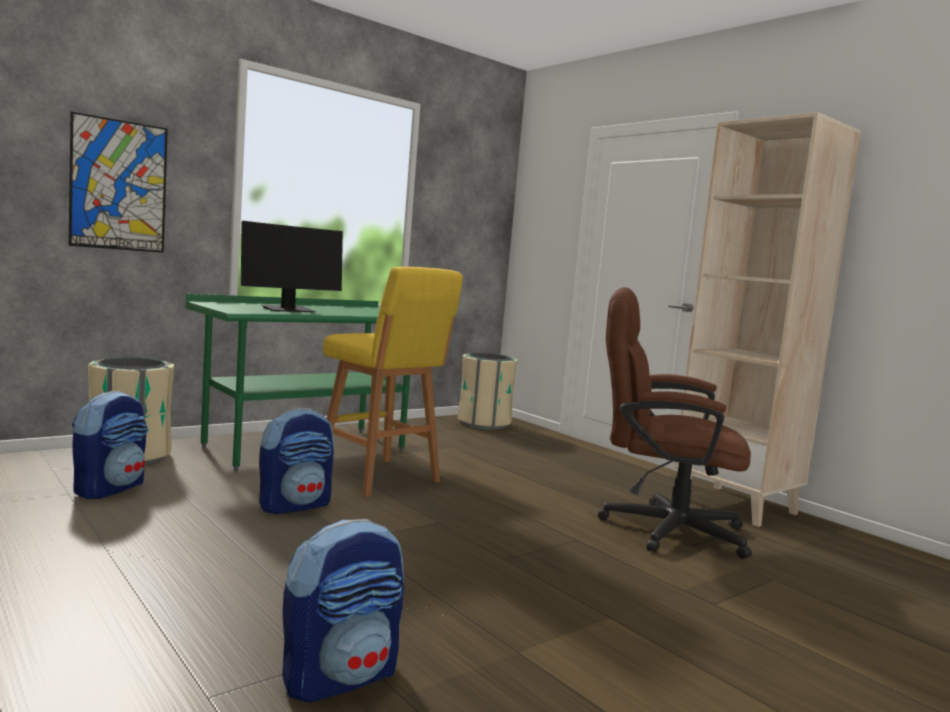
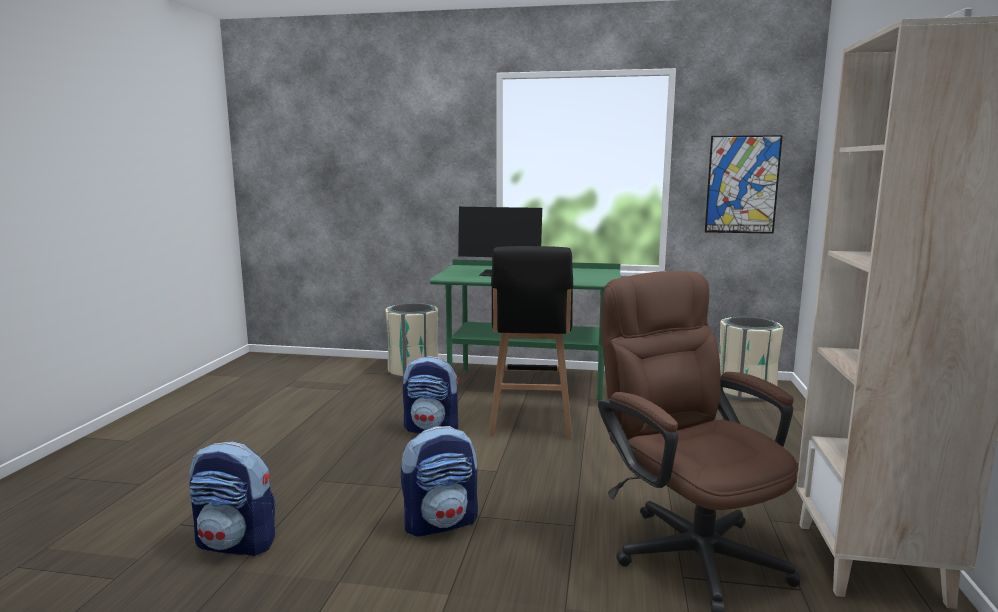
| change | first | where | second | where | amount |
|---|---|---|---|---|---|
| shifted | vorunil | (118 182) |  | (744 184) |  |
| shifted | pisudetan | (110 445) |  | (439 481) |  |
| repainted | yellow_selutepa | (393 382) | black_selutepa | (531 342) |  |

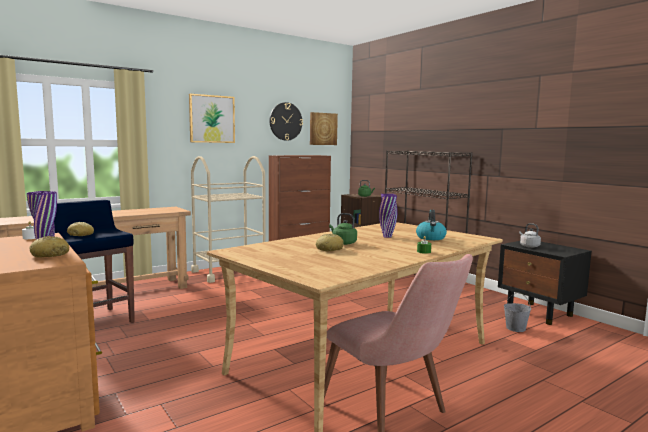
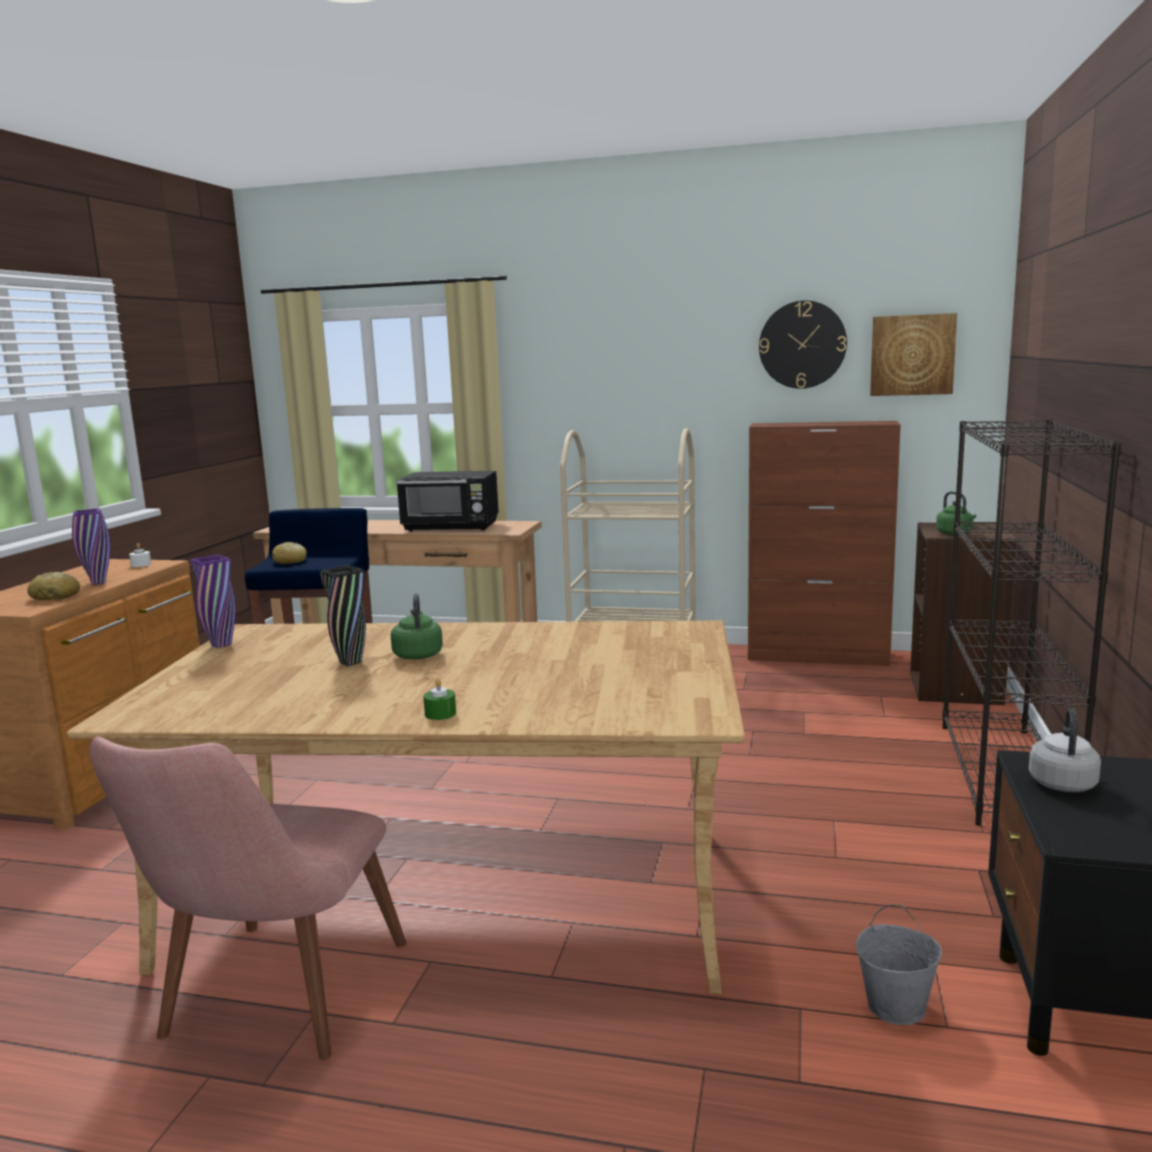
| change | first | where | second | where | amount |
|---|---|---|---|---|---|
| gone | vorunil | (212 118) |  |  |  |
| gone | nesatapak | (431 225) |  |  |  |
| new |  |  | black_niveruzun | (447 501) |  |
| shifted | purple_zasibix | (388 215) |  | (212 601) |  |
| swapped | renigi | (329 243) | black_zasibix | (343 615) |  |

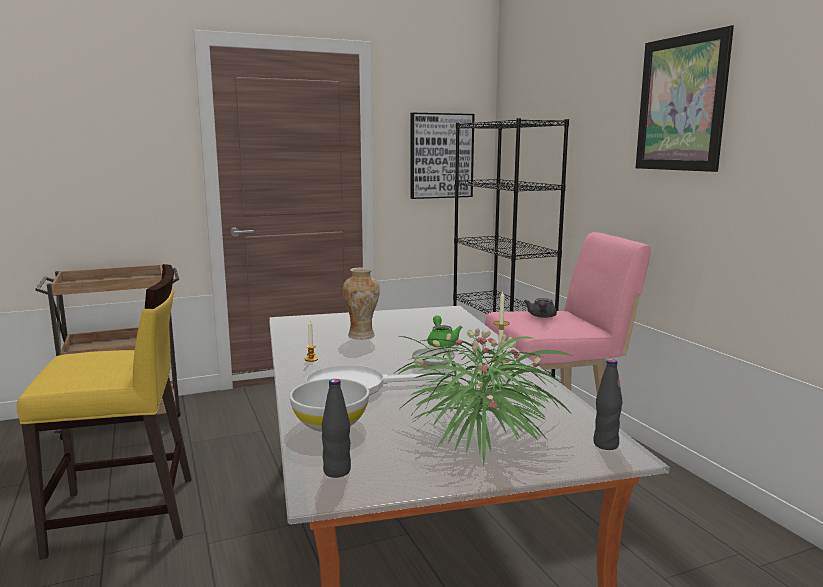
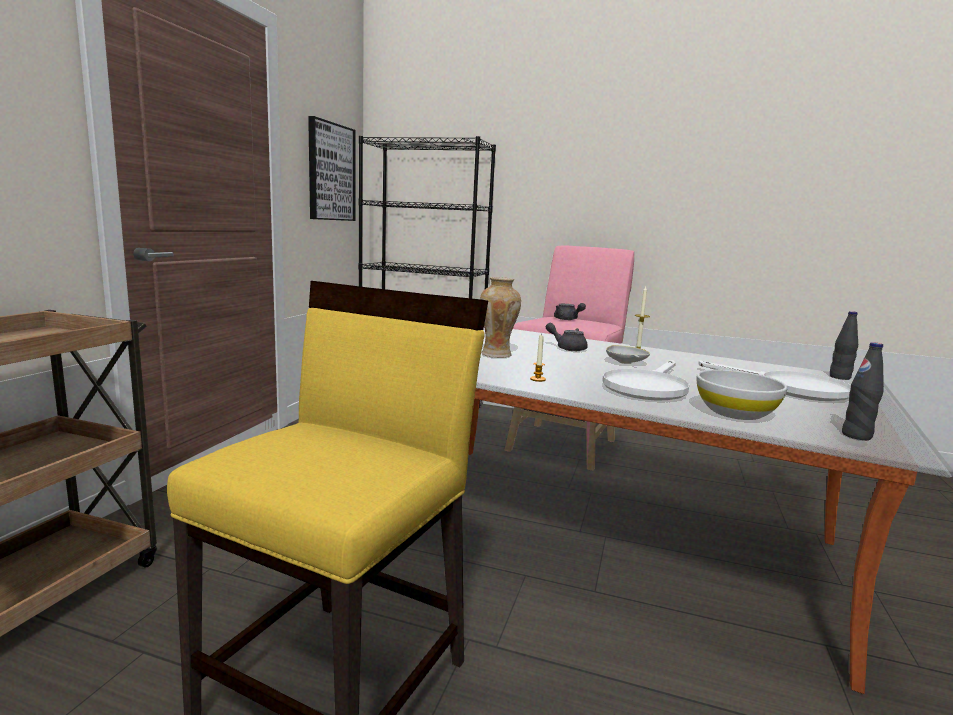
| change | first | where | second | where | amount |
|---|---|---|---|---|---|
| gone | vorunil | (685 98) |  |  |  |
| swapped | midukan | (482 396) | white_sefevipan | (775 380) |  |
| repainted | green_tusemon | (444 331) | grey_tusemon | (567 337) |  |

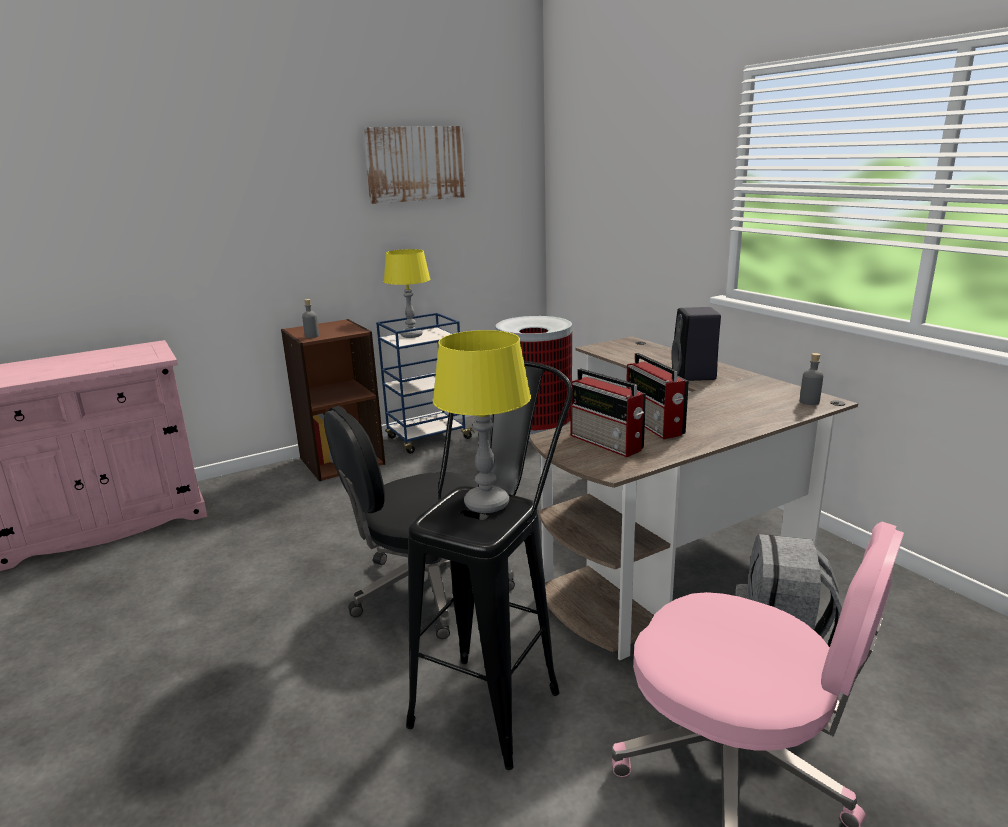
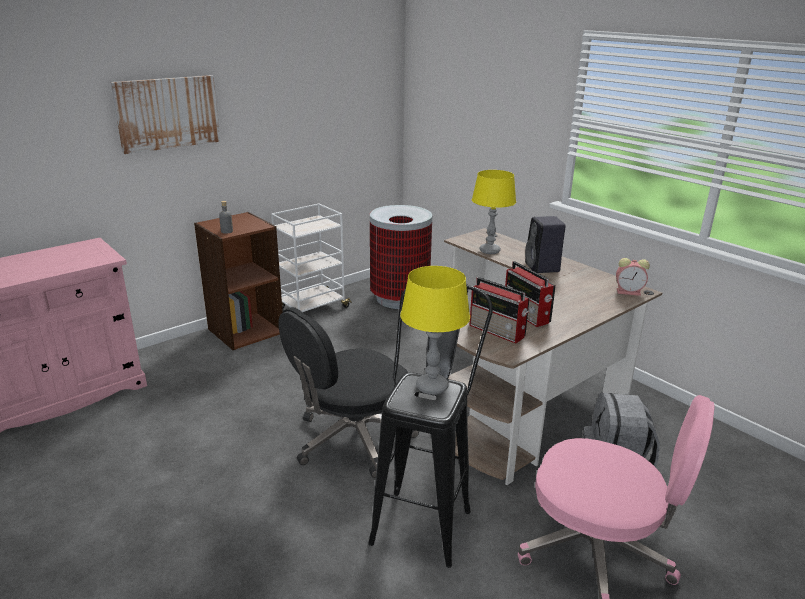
| change | first | where | second | where | amount |
|---|---|---|---|---|---|
| shifted | vorunil | (414 165) |  | (165 114) |  |
| shifted | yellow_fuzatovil | (407 293) |  | (494 212) |  |
| swapped | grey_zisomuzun | (811 379) | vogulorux | (633 277) |  |
| repainted | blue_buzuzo | (425 383) | white_buzuzo | (311 257) |  |

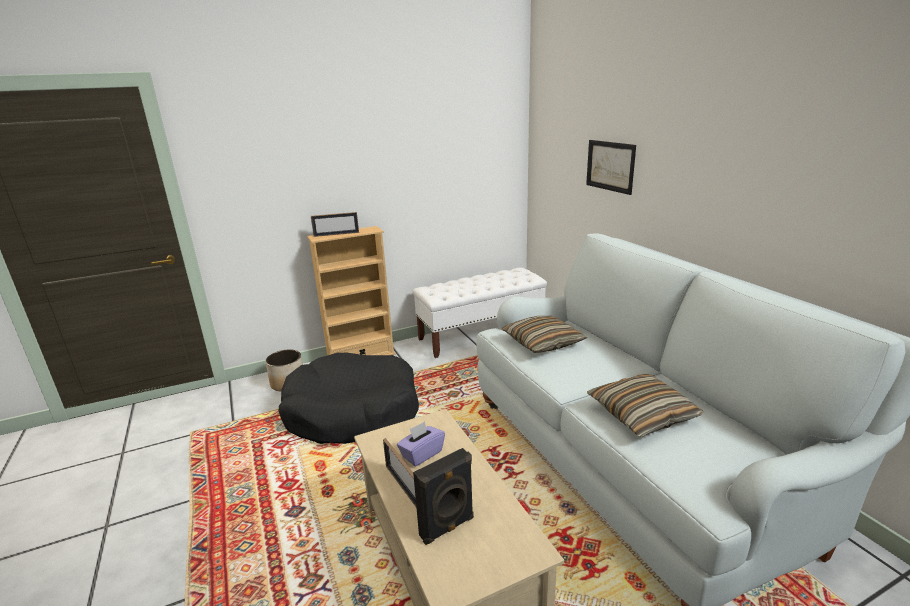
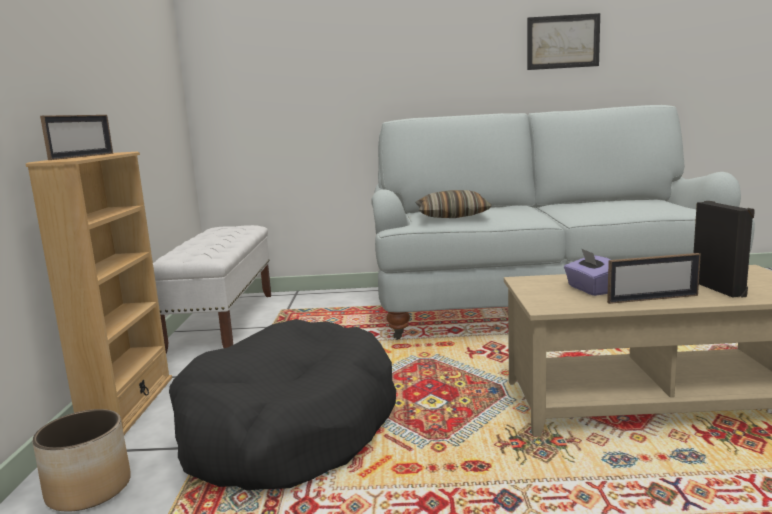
| change | first | where | second | where | amount |
|---|---|---|---|---|---|
| gone | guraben | (645 405) |  |  |  |
| shifted | vorunil | (611 167) |  | (563 41) |  |

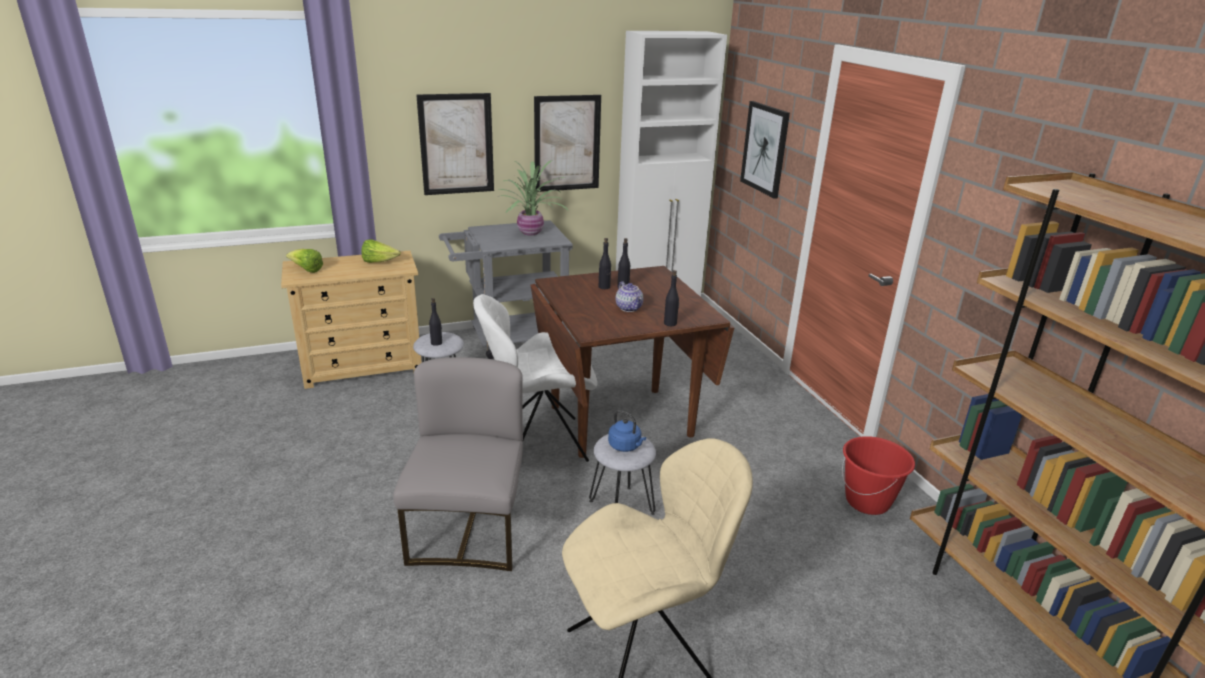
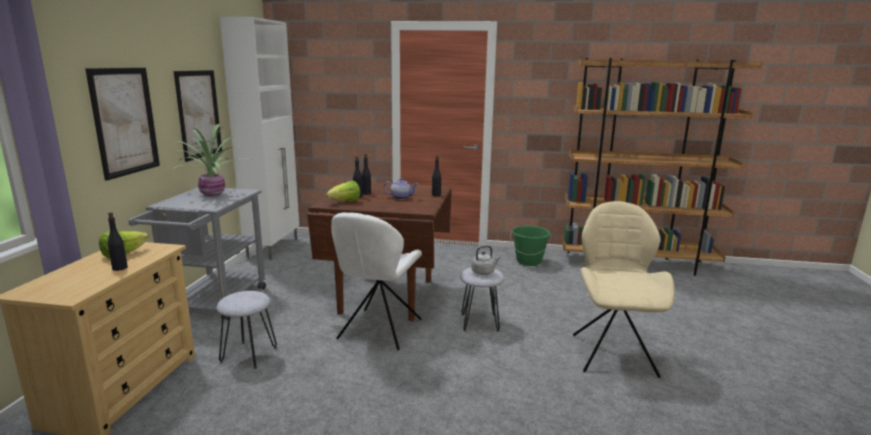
| change | first | where | second | where | amount |
|---|---|---|---|---|---|
| gone | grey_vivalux | (458 464) |  |  |  |
| gone | vorunil | (765 150) |  |  |  |
| shifted | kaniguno | (304 261) |  | (343 191) |  |
| shifted | black_zisomuzun | (435 322) |  | (118 241) |  |
| repainted | blue_nesatapak | (627 431) | grey_nesatapak | (486 260) |  |
| repainted | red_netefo | (878 475) | green_netefo | (530 246) |  |

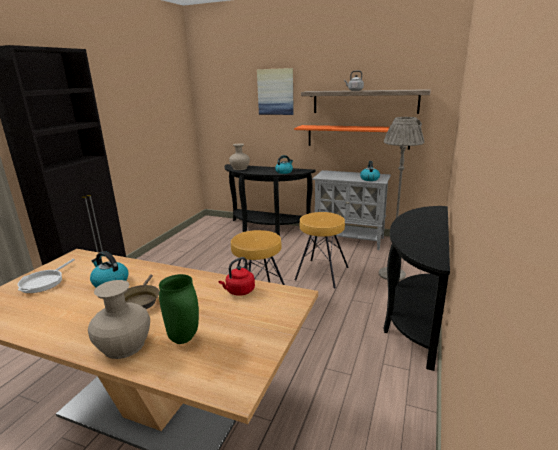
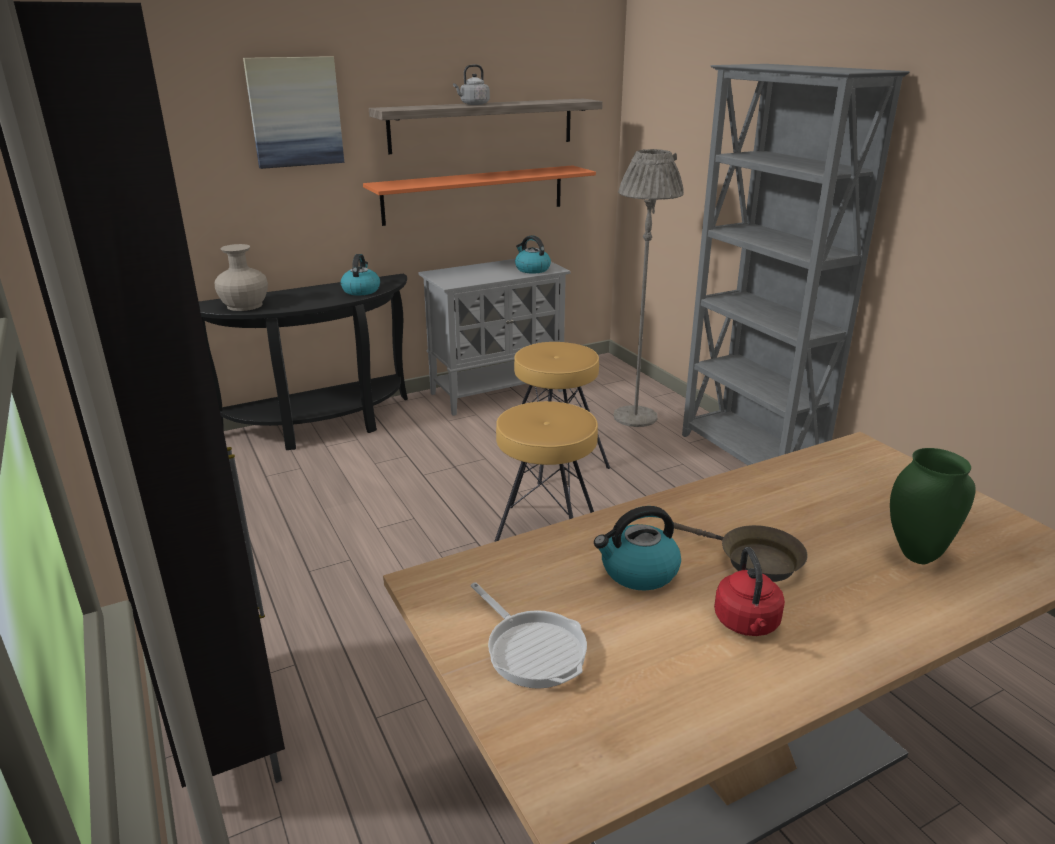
| change | first | where | second | where | amount |
|---|---|---|---|---|---|
| gone | beige_zasibix | (119 319) |  |  |  |
| shifted | red_nesatapak | (237 276) |  | (749 591) |  |
| swapped | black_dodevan | (416 288) | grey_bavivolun | (796 264) |  |

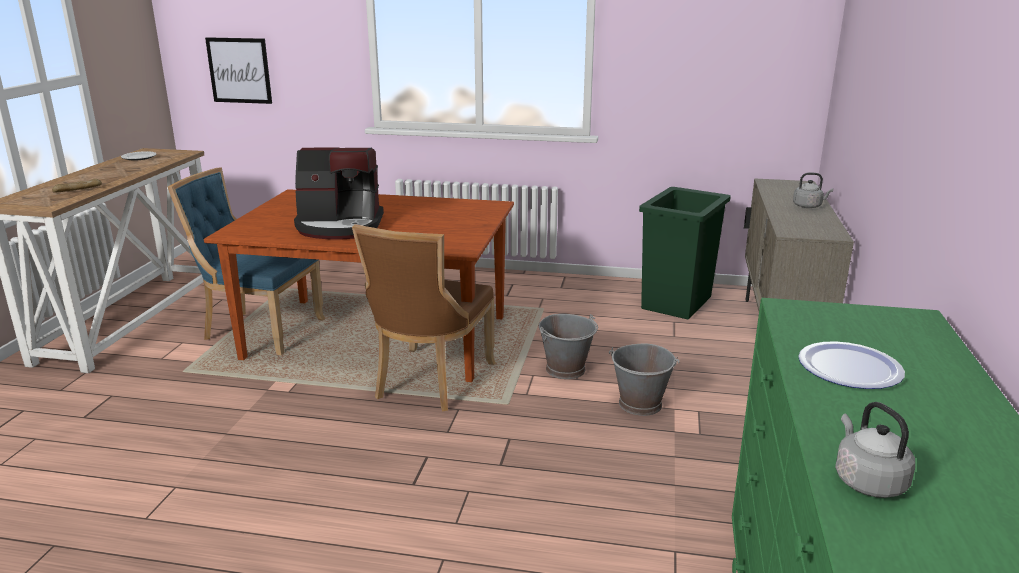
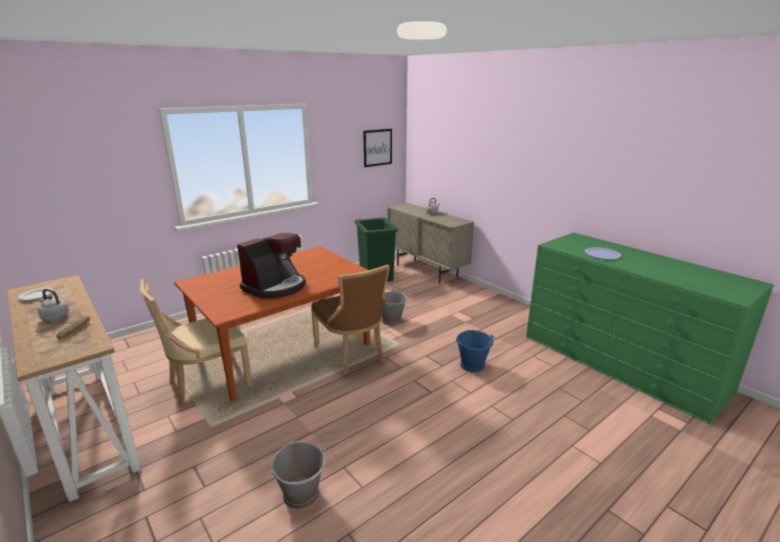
| change | first | where | second | where | amount |
|---|---|---|---|---|---|
| new |  |  | blue_netefo | (475 351) |  |
| shifted | vorunil | (238 70) |  | (377 148) |  |
| shifted | grey_netefo | (644 380) |  | (297 475) |  |
| shifted | grey_nesatapak | (875 450) |  | (53 305) |  |
| repainted | blue_vivalux | (246 261) | beige_vivalux | (196 342) |  |

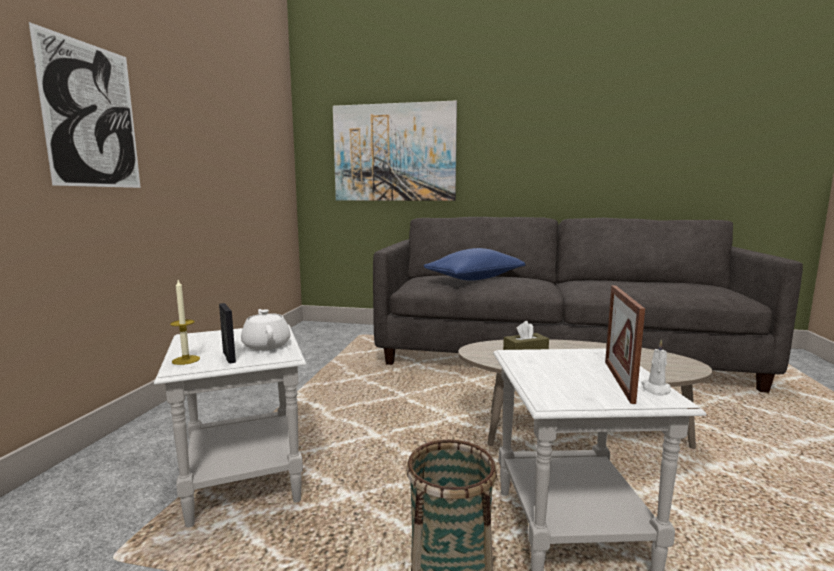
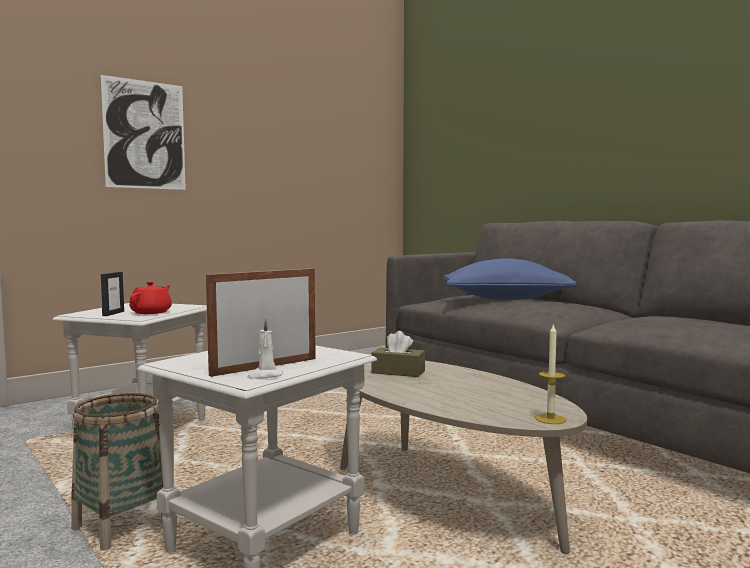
| change | first | where | second | where | amount |
|---|---|---|---|---|---|
| gone | vorunil | (395 151) |  |  |  |
| shifted | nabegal | (185 322) |  | (550 373) |  |
| repainted | white_tusemon | (265 330) | red_tusemon | (150 297) |  |

